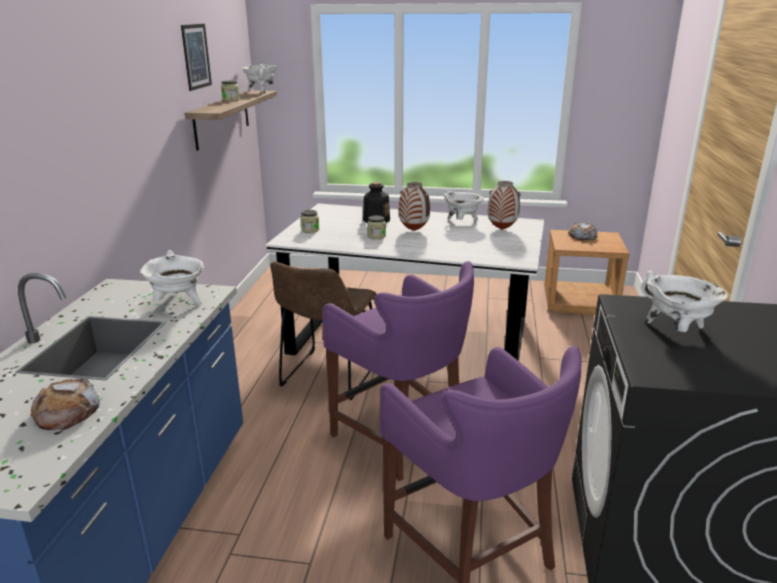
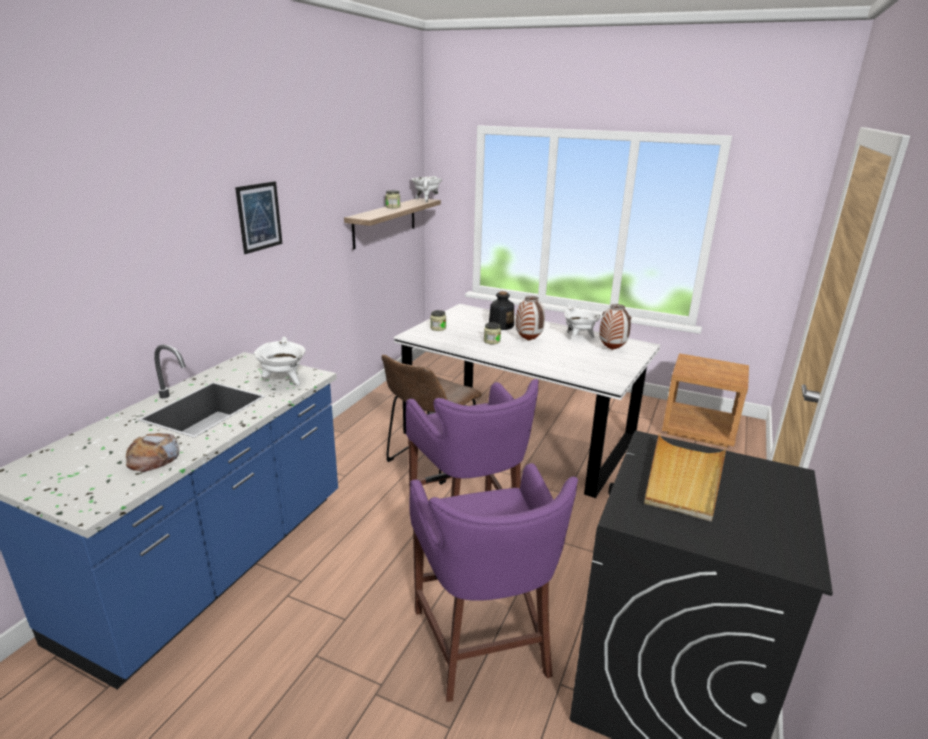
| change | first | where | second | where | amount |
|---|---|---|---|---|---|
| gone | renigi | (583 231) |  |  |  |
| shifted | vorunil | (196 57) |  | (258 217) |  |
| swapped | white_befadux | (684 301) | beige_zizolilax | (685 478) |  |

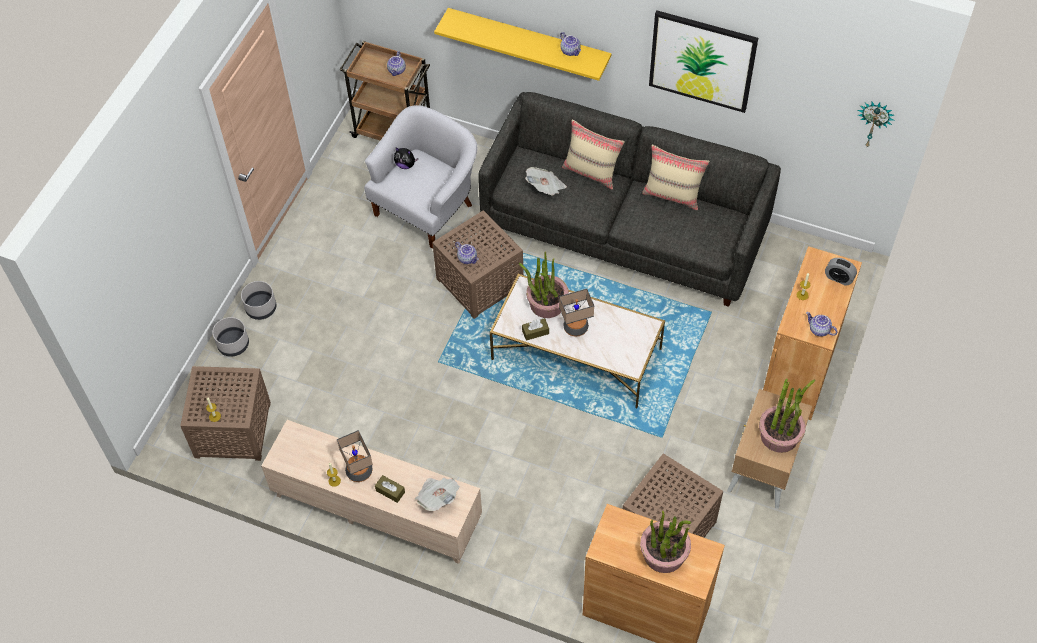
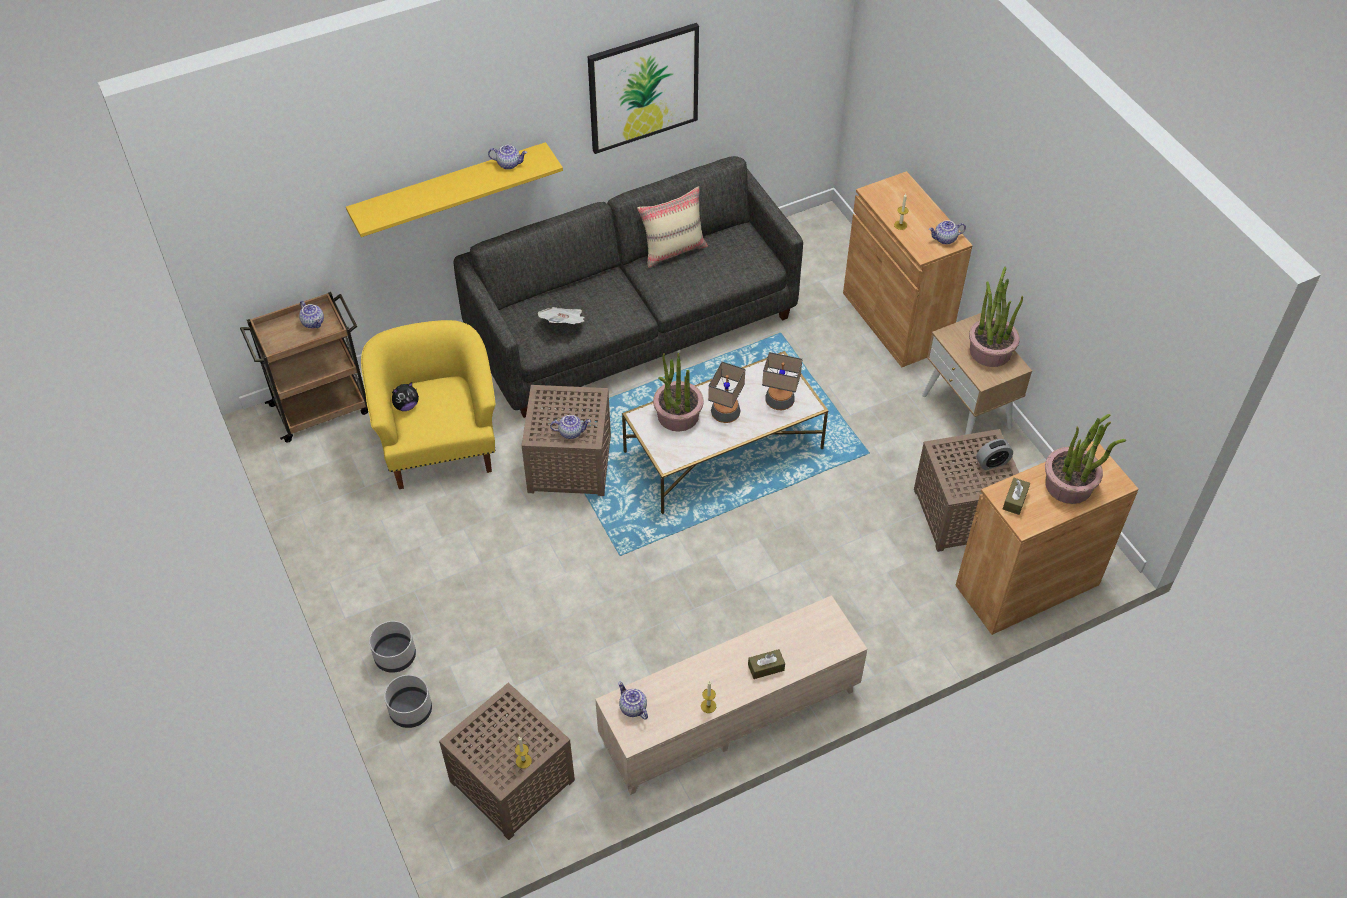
| change | first | where | second | where | amount |
|---|---|---|---|---|---|
| gone | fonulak | (437 494) |  |  |  |
| gone | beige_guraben | (593 155) |  |  |  |
| gone | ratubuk | (876 124) |  |  |  |
| new |  |  | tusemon | (633 701) |  |
| shifted | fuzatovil | (355 456) |  | (782 381) |  |
| shifted | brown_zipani | (535 329) |  | (1016 496) |  |
| shifted | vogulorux | (841 272) |  | (994 454) |  |
| repainted | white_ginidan | (420 177) | yellow_ginidan | (428 404) |  |

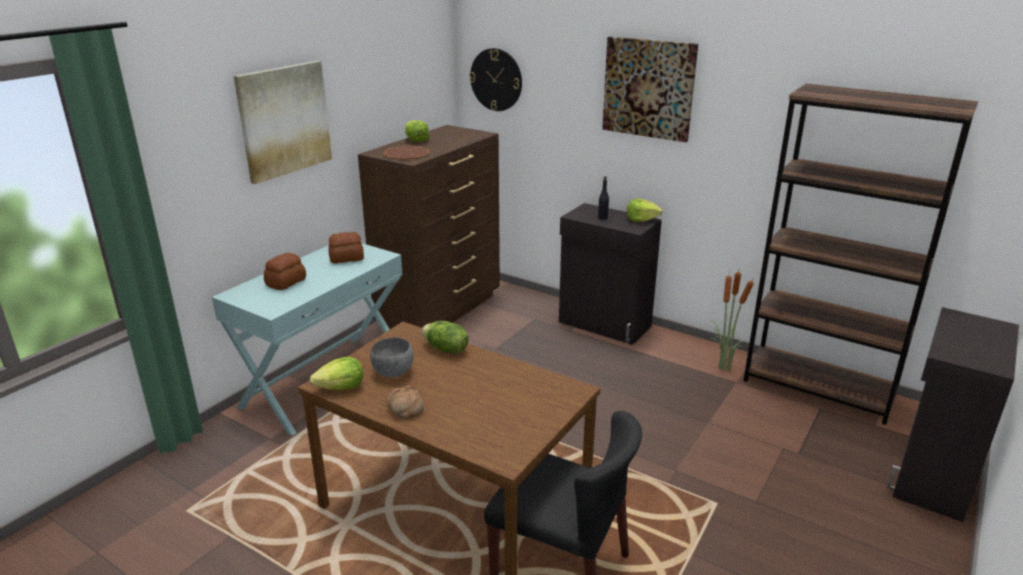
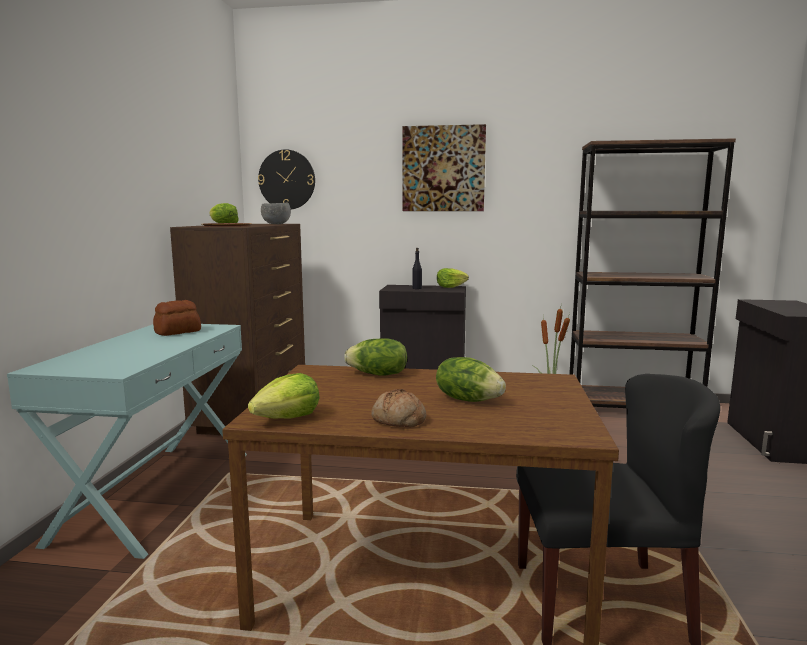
| change | first | where | second | where | amount |
|---|---|---|---|---|---|
| gone | vorunil | (283 122) |  |  |  |
| gone | renigi | (285 271) |  |  |  |
| new |  |  | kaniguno | (471 379) |  |
| shifted | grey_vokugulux | (392 357) |  | (276 213) |  |

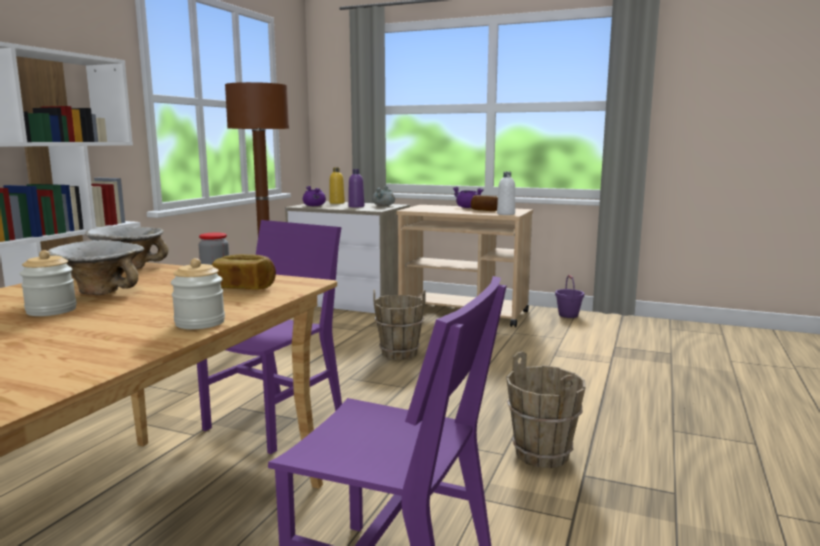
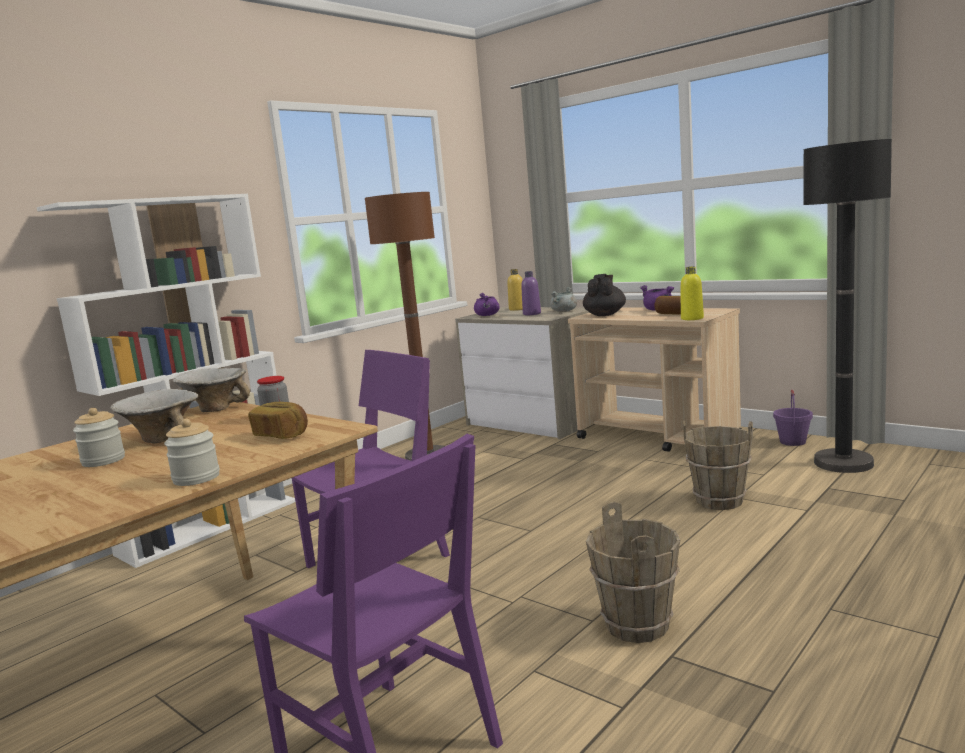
| change | first | where | second | where | amount |
|---|---|---|---|---|---|
| new |  |  | black_tusemon | (604 295) |  |
| new |  |  | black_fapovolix | (847 306) |  |
| shifted | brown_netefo | (399 324) |  | (718 465) |  |
| repainted | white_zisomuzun | (506 193) | yellow_zisomuzun | (692 293) |  |

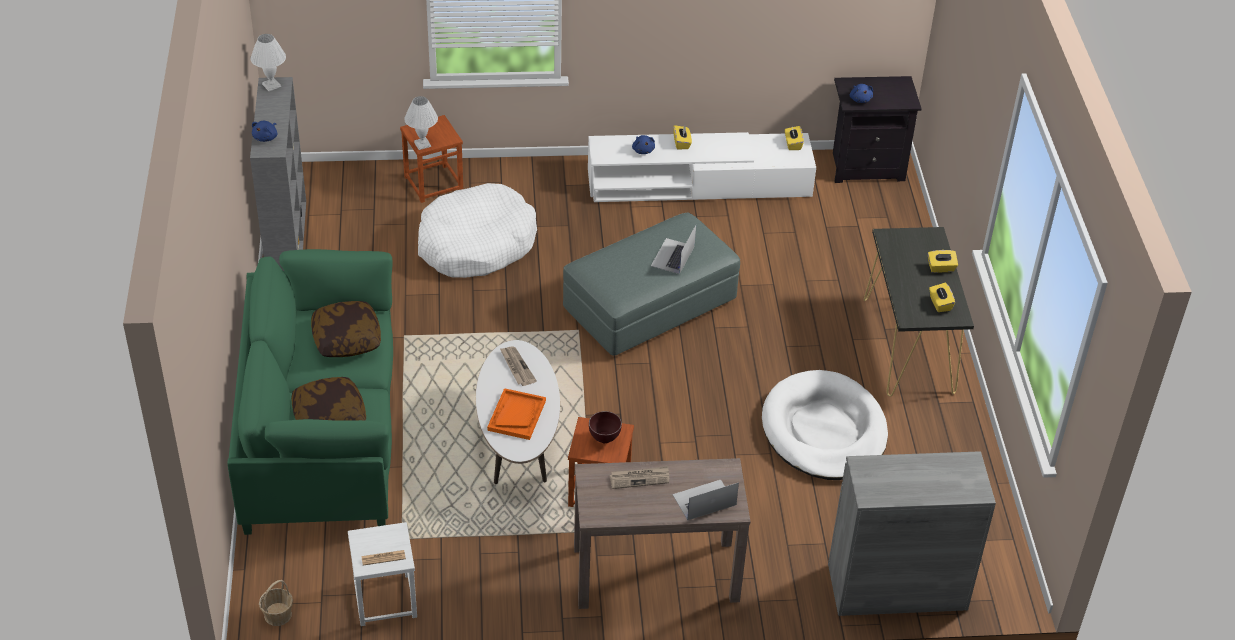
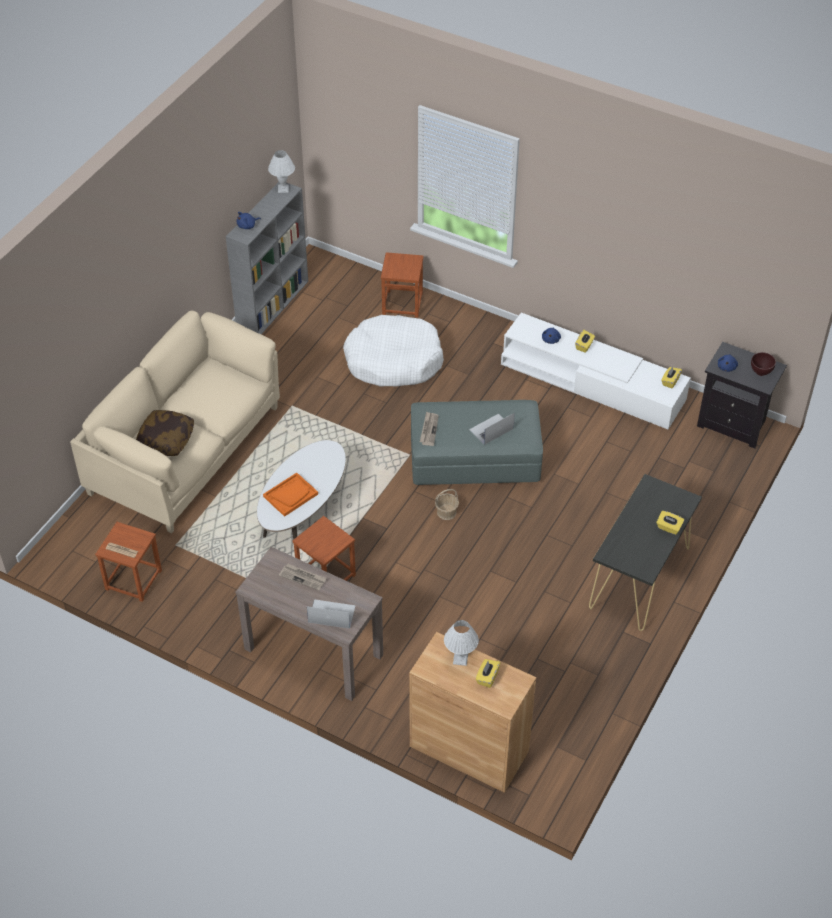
| change | first | where | second | where | amount |
|---|---|---|---|---|---|
| gone | guraben | (346 329) |  |  |  |
| gone | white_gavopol | (825 425) |  |  |  |
| shifted | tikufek | (276 603) |  | (447 504) |  |
| shifted | white_fuzatovil | (421 123) |  | (461 643) |  |
| shifted | fonulak | (518 366) |  | (429 429) |  |
| shifted | brown_vokugulux | (605 427) |  | (763 364) |  |
| shifted | yellow_zipani | (942 297) |  | (488 673) |  |
| repainted | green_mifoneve | (310 392) | beige_mifoneve | (175 422) |  |
| repainted | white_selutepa | (382 574) | brown_selutepa | (128 562) |  |
| repainted | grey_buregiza | (912 533) | brown_buregiza | (472 712) |  |

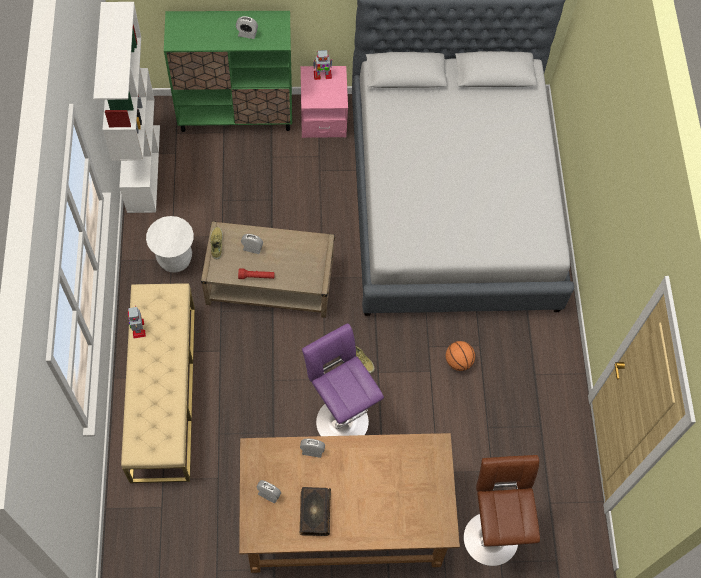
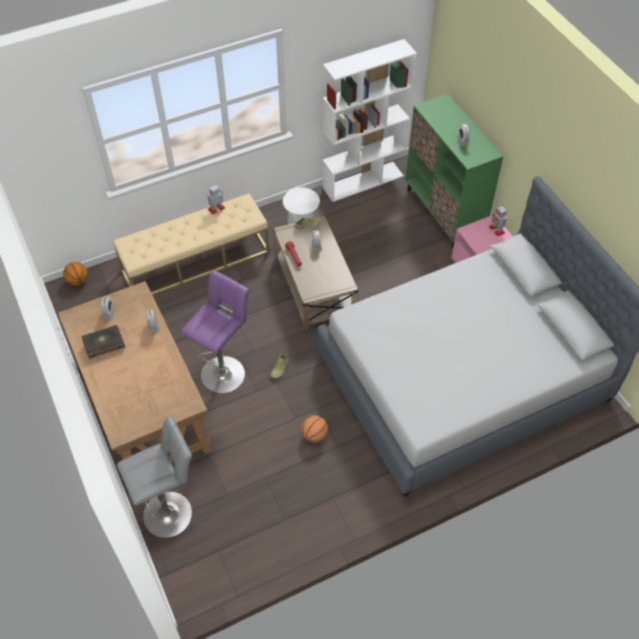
| change | first | where | second | where | amount |
|---|---|---|---|---|---|
| new |  |  | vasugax | (75 274) |  |
| repainted | brown_selutepa | (502 510) | grey_selutepa | (154 477) |  |

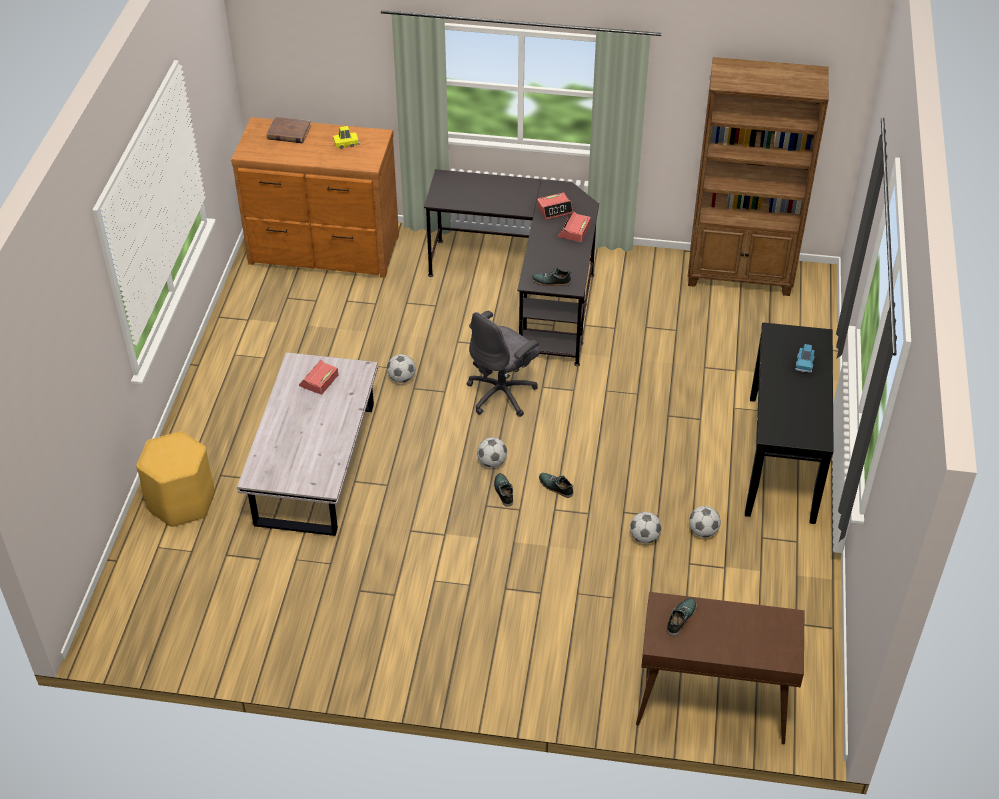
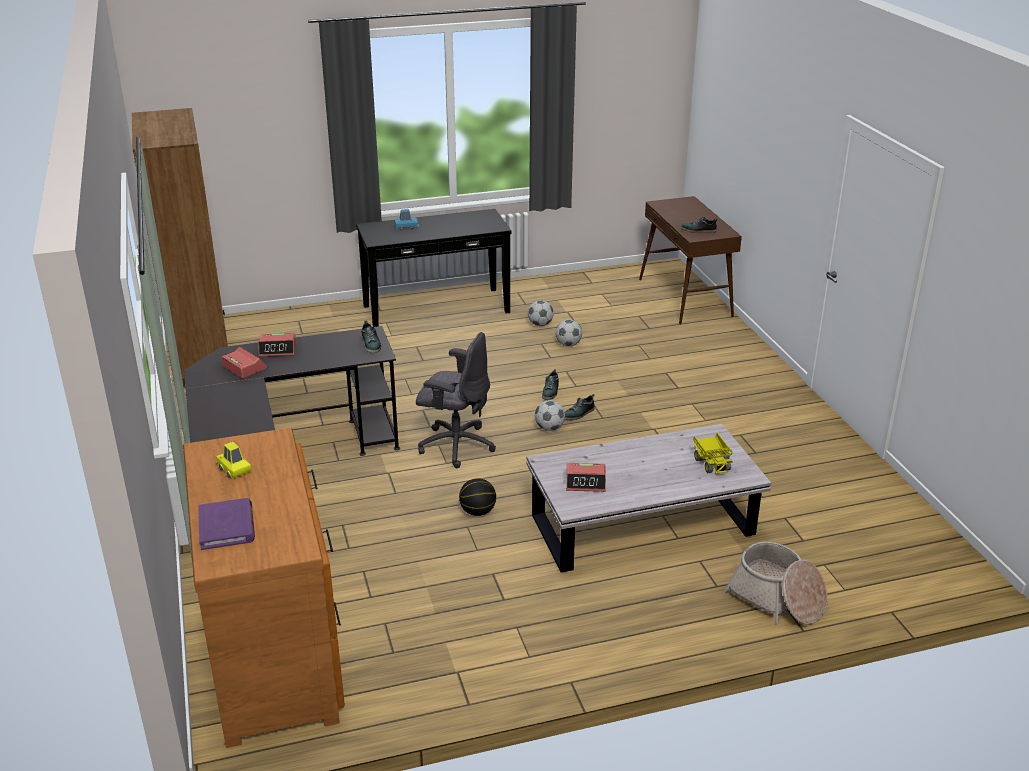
| change | first | where | second | where | amount |
|---|---|---|---|---|---|
| new |  |  | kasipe | (713 454) |  |
| swapped | yellow_selutepa | (175 479) | tikufek | (775 583) |  |
| swapped | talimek | (401 368) | vasugax | (477 497) |  |
| repainted | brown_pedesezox | (289 130) | purple_pedesezox | (226 524) |  |

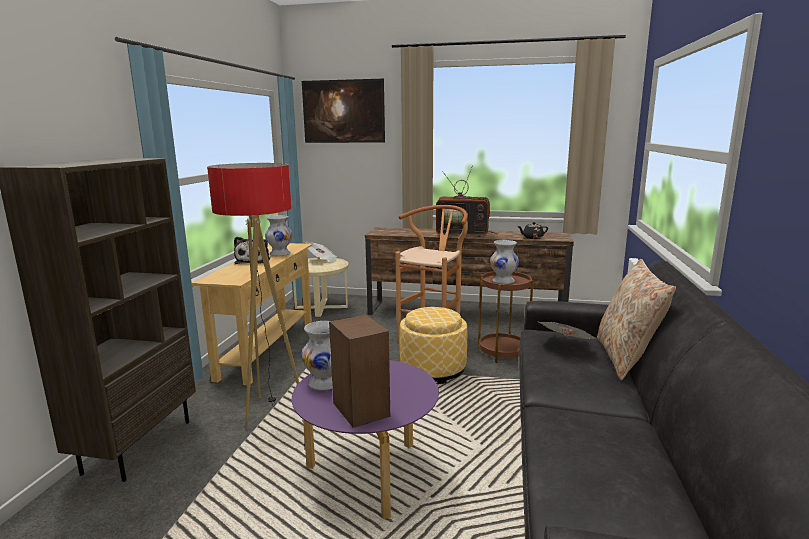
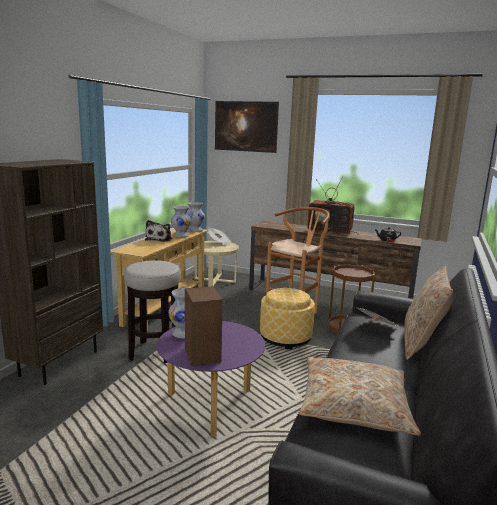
| change | first | where | second | where | amount |
|---|---|---|---|---|---|
| new |  |  | beige_guraben | (360 396) |  |
| shifted | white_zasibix | (504 262) |  | (196 217) |  |
| swapped | fapovolix | (253 296) | selutepa | (152 311) |  |

